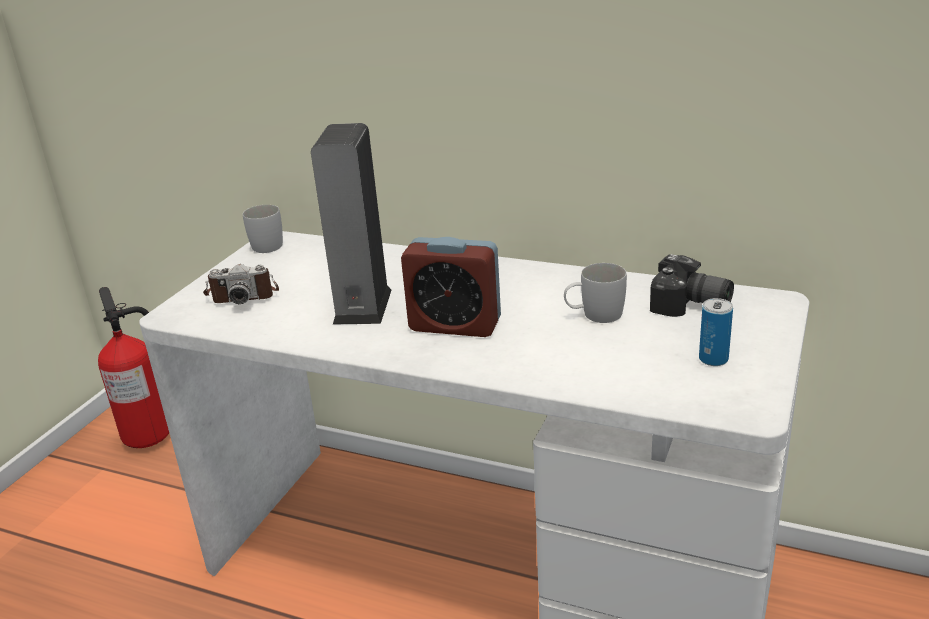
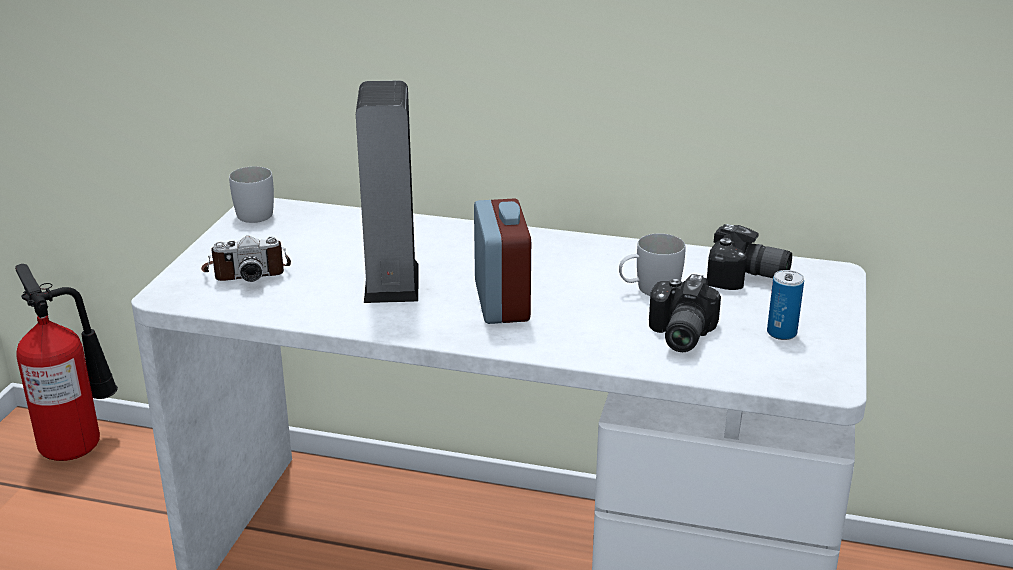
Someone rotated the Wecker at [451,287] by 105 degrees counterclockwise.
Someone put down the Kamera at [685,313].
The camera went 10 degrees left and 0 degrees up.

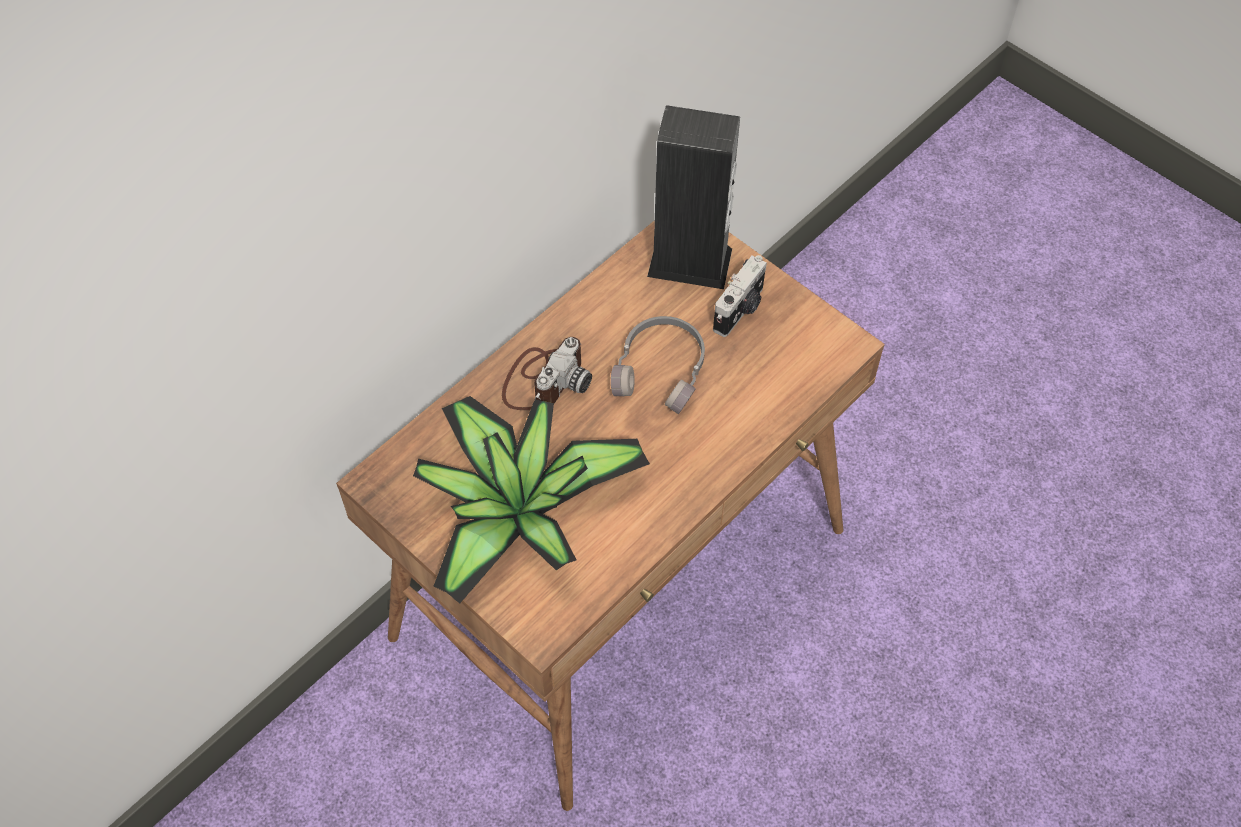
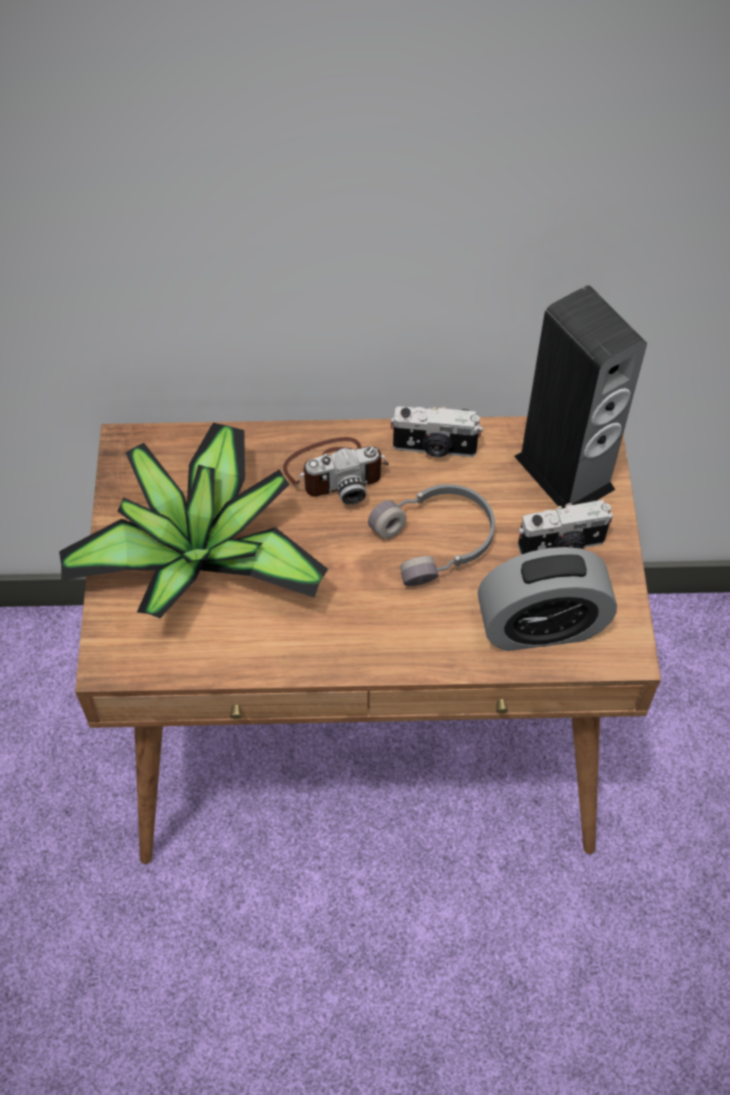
Someone put down the Kamera at [436,431].
Someone put down the Wecker at [547,599].
The camera went 45 degrees right and 0 degrees up.

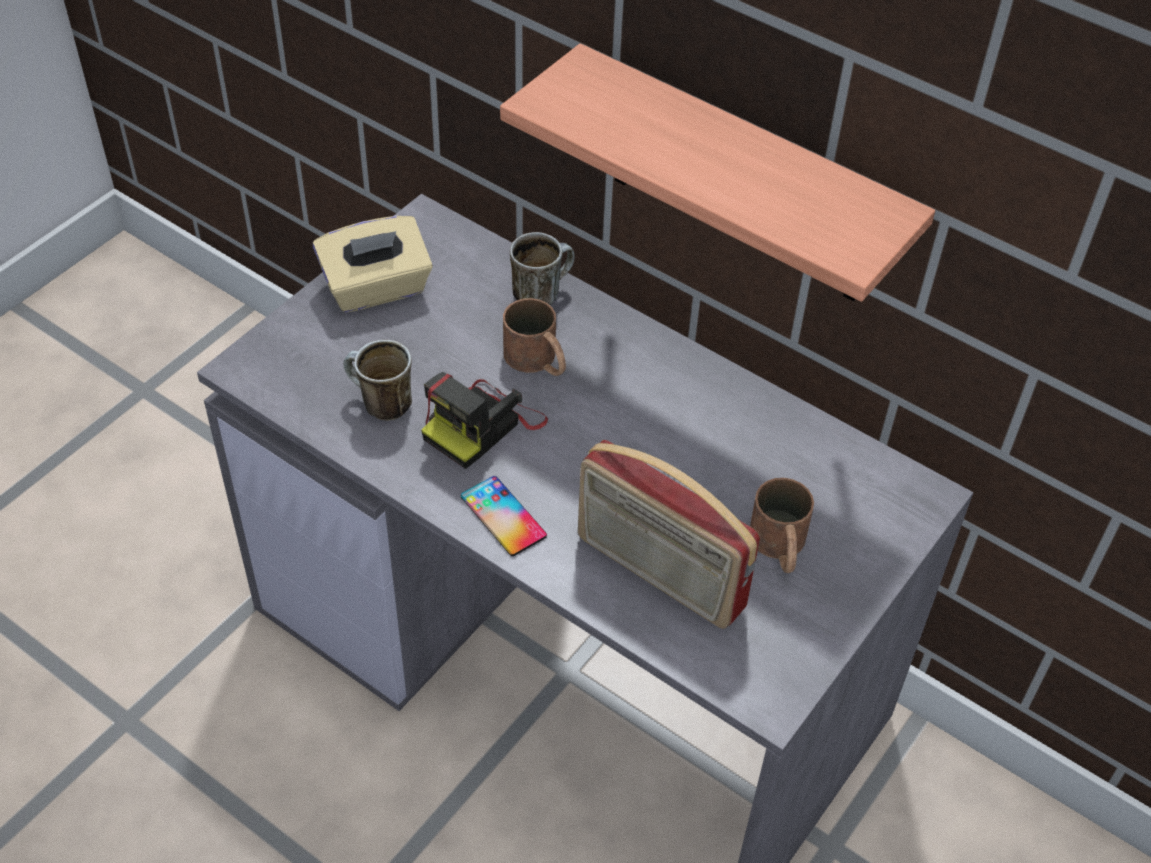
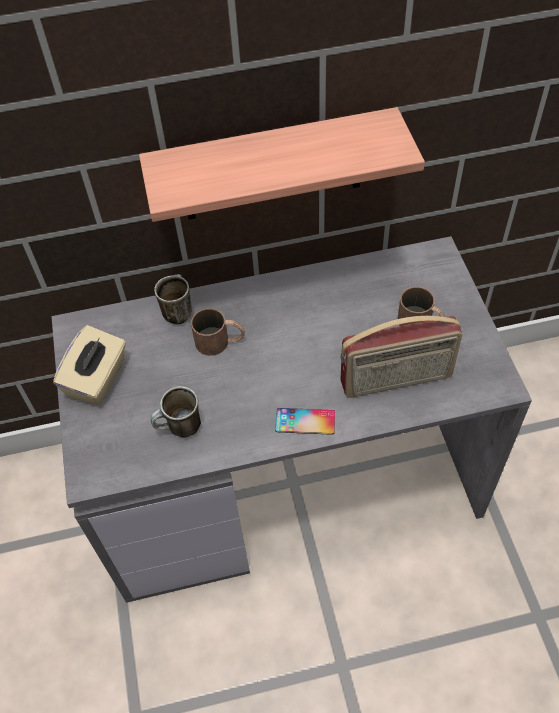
Someone took away the Kamera at [484,420].
The camera went 45 degrees left and 5 degrees up.

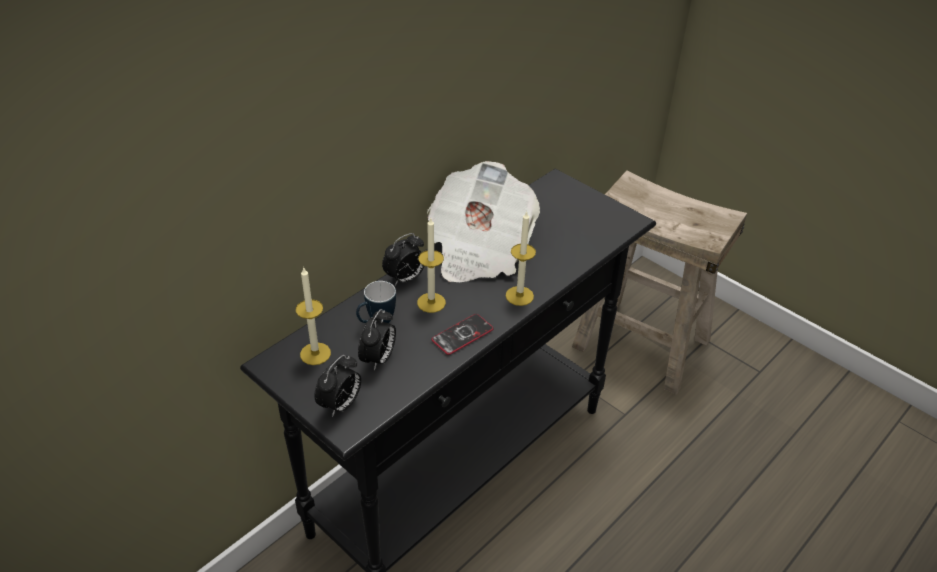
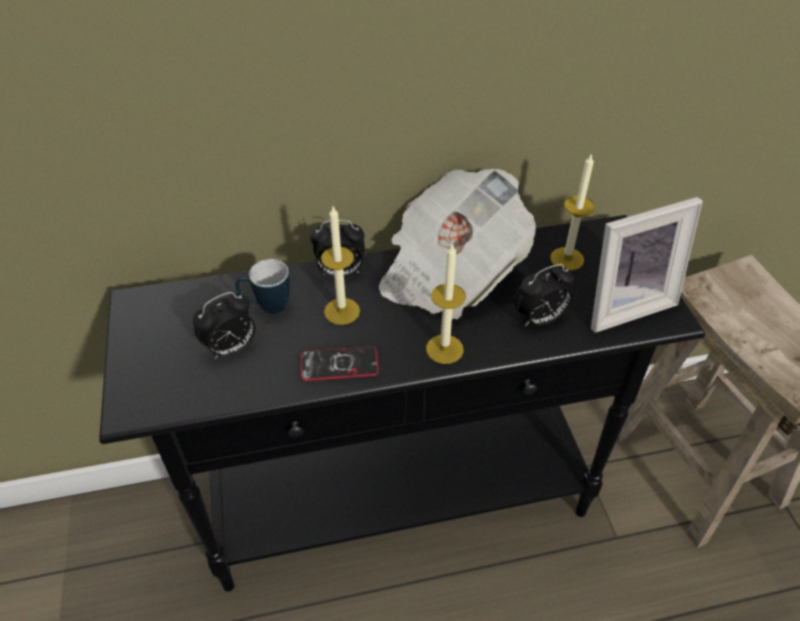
Someone carried the Kerze from [313,316] to [572,212].
Someone carried the Wecker from [337,386] to [543,295].
Someone put down the Bilderrahmen at [647,265].
The camera went 35 degrees right and 5 degrees up.

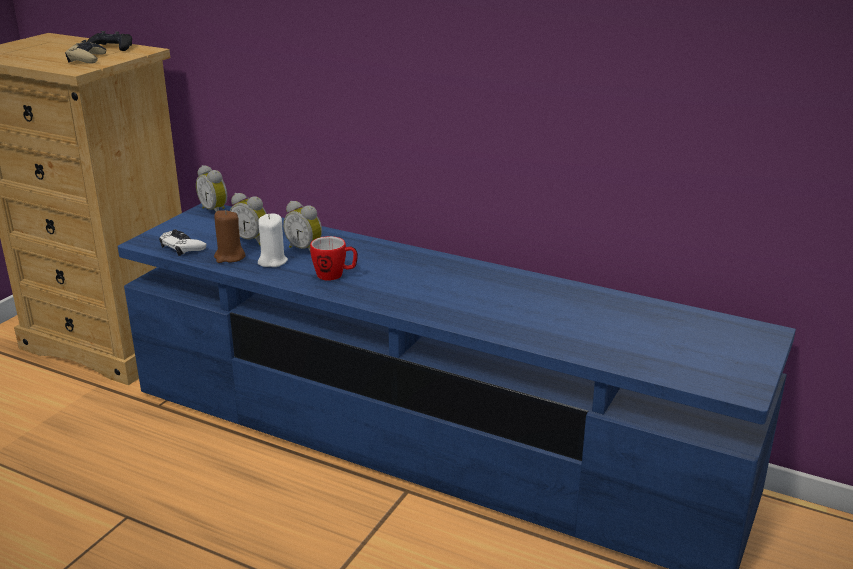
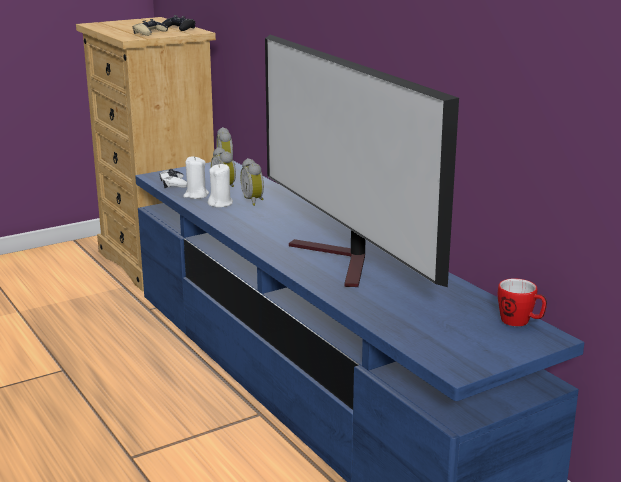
Someone repainted the Kerze/braun at [229,236], which became the Kerze/weiß at [196,177].
Someone carried the Henkelbecher from [334,258] to [522,302].
Someone put down the Fernseher at [362,161].
The camera went 30 degrees right and 5 degrees down.

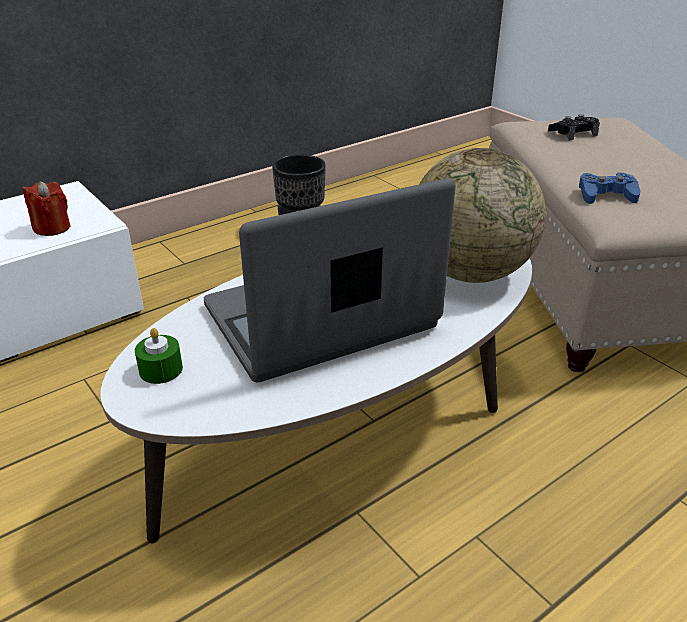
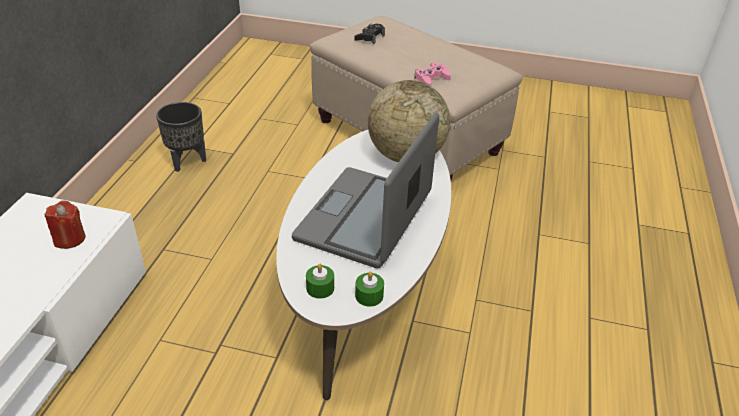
Someone repainted the Gamepad/blau at [609,188], which became the Gamepad/rosa at [432,74].
Someone put down the Kerze/grün at [369,289].
The camera went 40 degrees left and 5 degrees up.

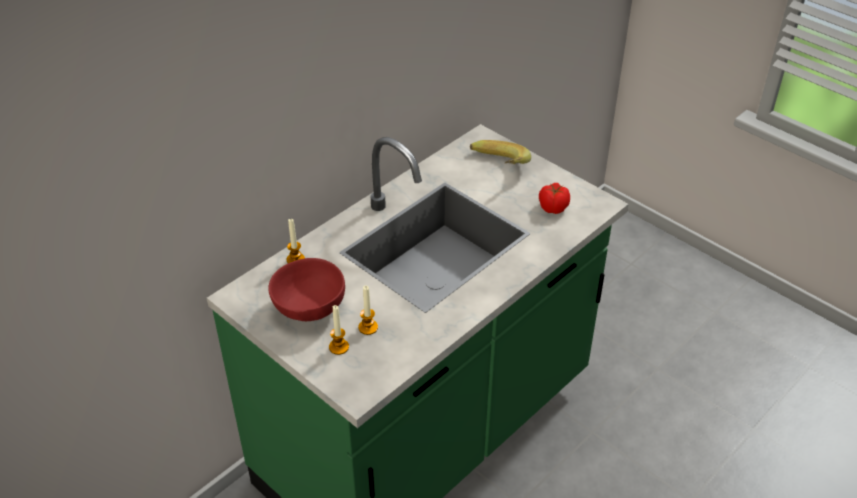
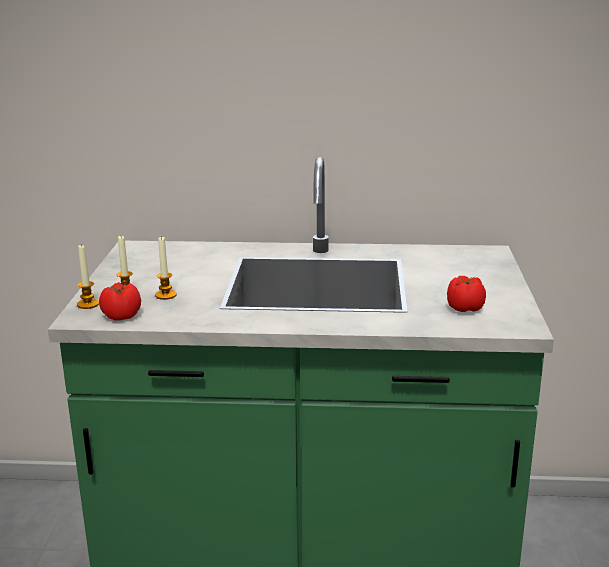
Someone took away the Schüssel/rot at [306,289].
Someone carried the Kerze from [296,241] to [88,277].
Someone took away the Banane at [500,152].
Someone put down the Tomate at [120,301].
The camera went 50 degrees right and 20 degrees down.

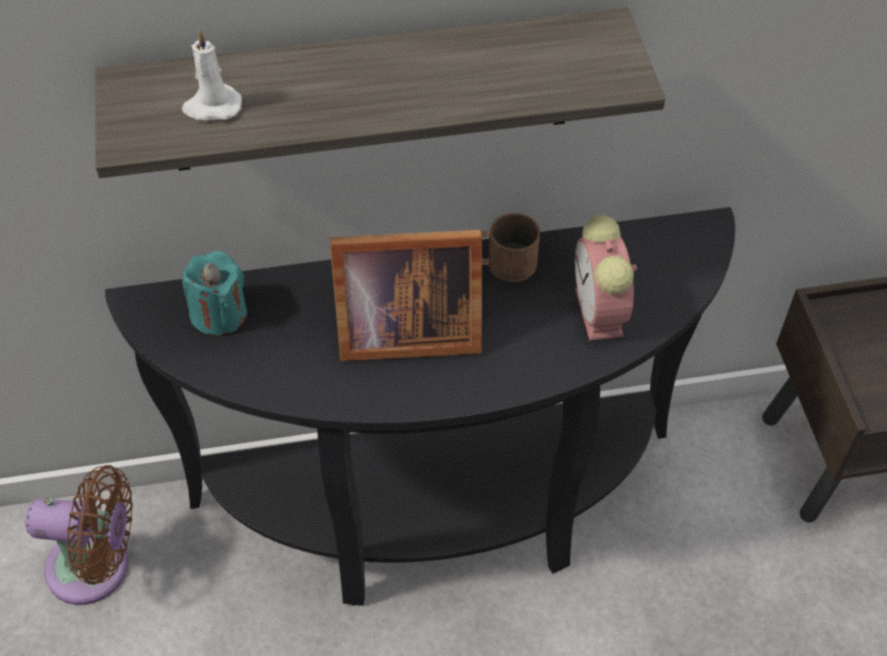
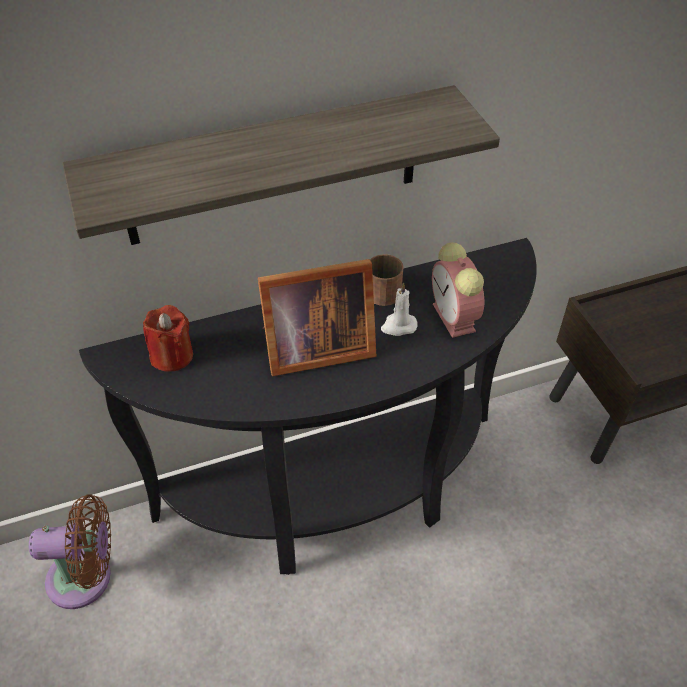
Someone carried the Kerze/weiß from [212,75] to [399,309].
Someone repainted the Kerze/türkis at [214,293], which became the Kerze/rot at [168,338].
The camera went 10 degrees left and 5 degrees down.

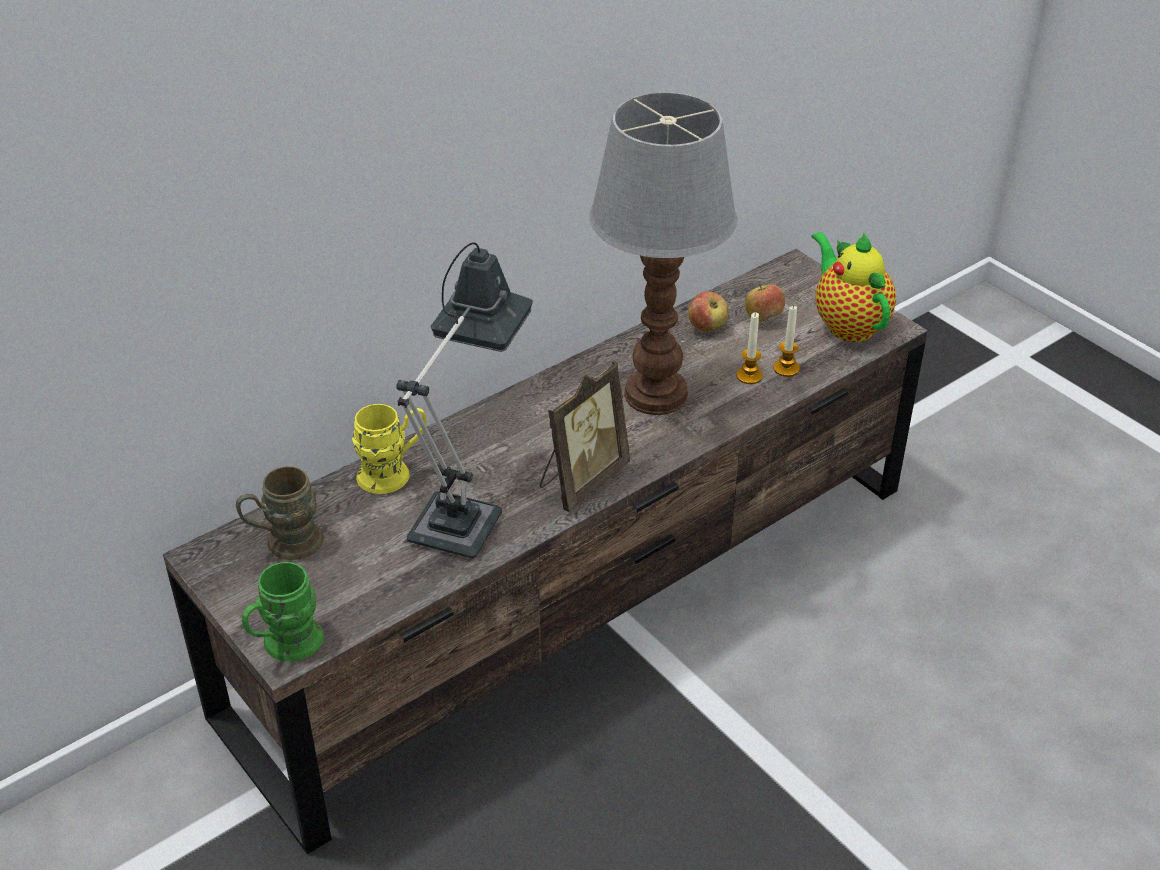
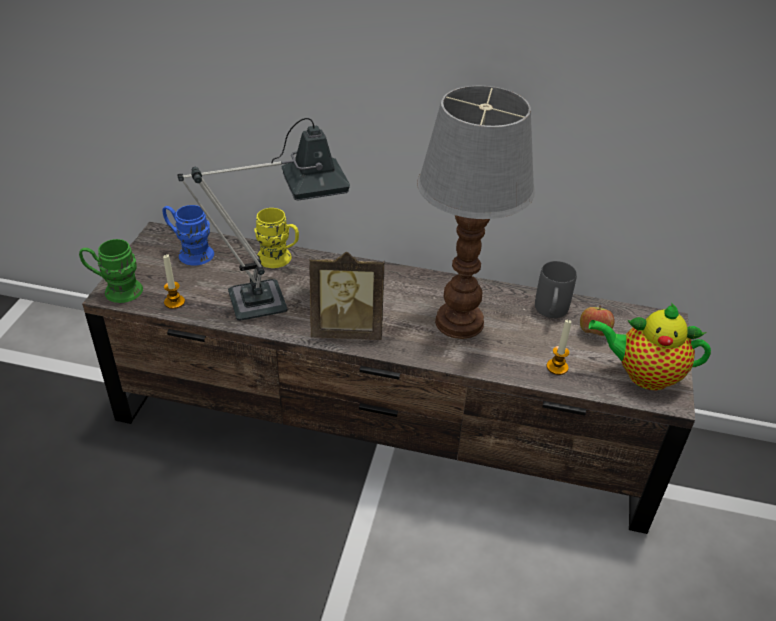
Someone repainted the Henkelbecher/braun at [280,513], which became the Henkelbecher/blau at [188,235].
Someone swapped the Apfel at [708,311] for the Henkelbecher/grau at [556,289].
Someone carried the Kerze from [749,348] to [174,281].
Someone rotated the Teekanne at [853,287] by 105 degrees counterclockwise.
The camera went 50 degrees right and 0 degrees up.

